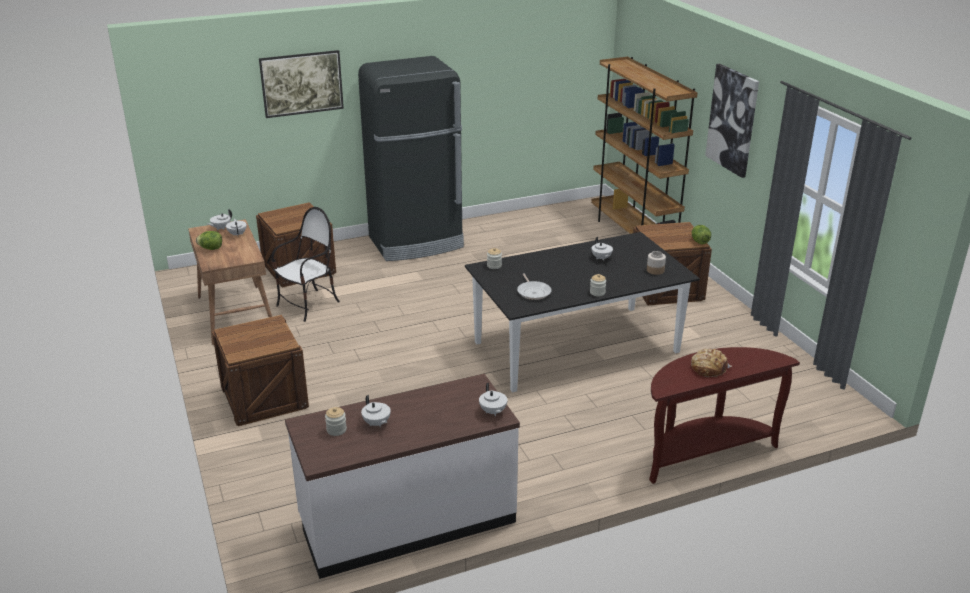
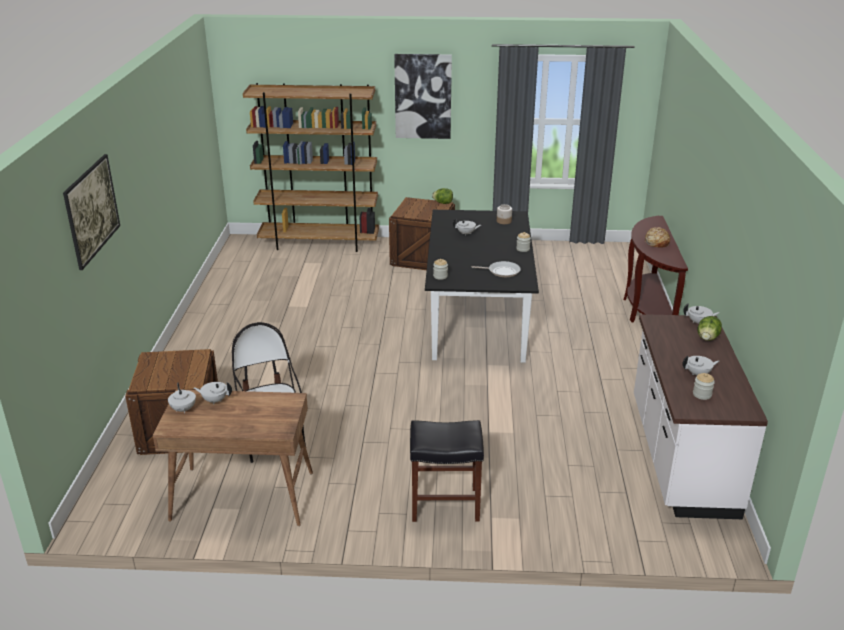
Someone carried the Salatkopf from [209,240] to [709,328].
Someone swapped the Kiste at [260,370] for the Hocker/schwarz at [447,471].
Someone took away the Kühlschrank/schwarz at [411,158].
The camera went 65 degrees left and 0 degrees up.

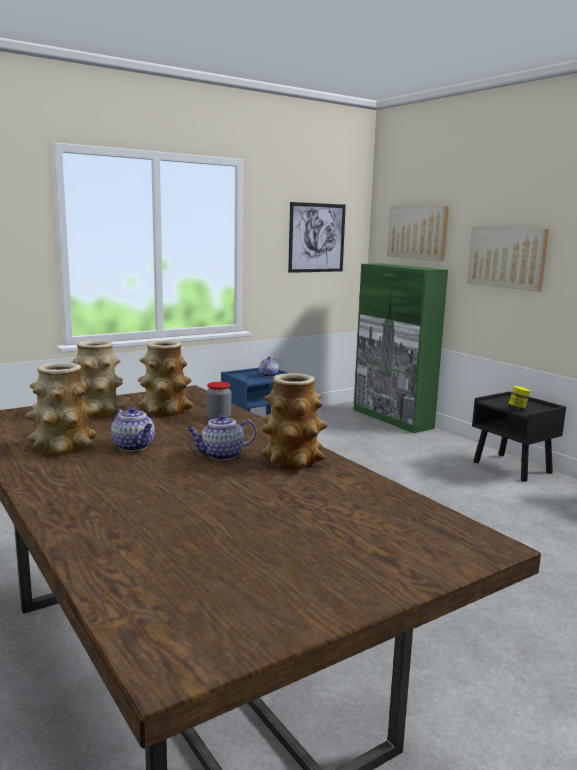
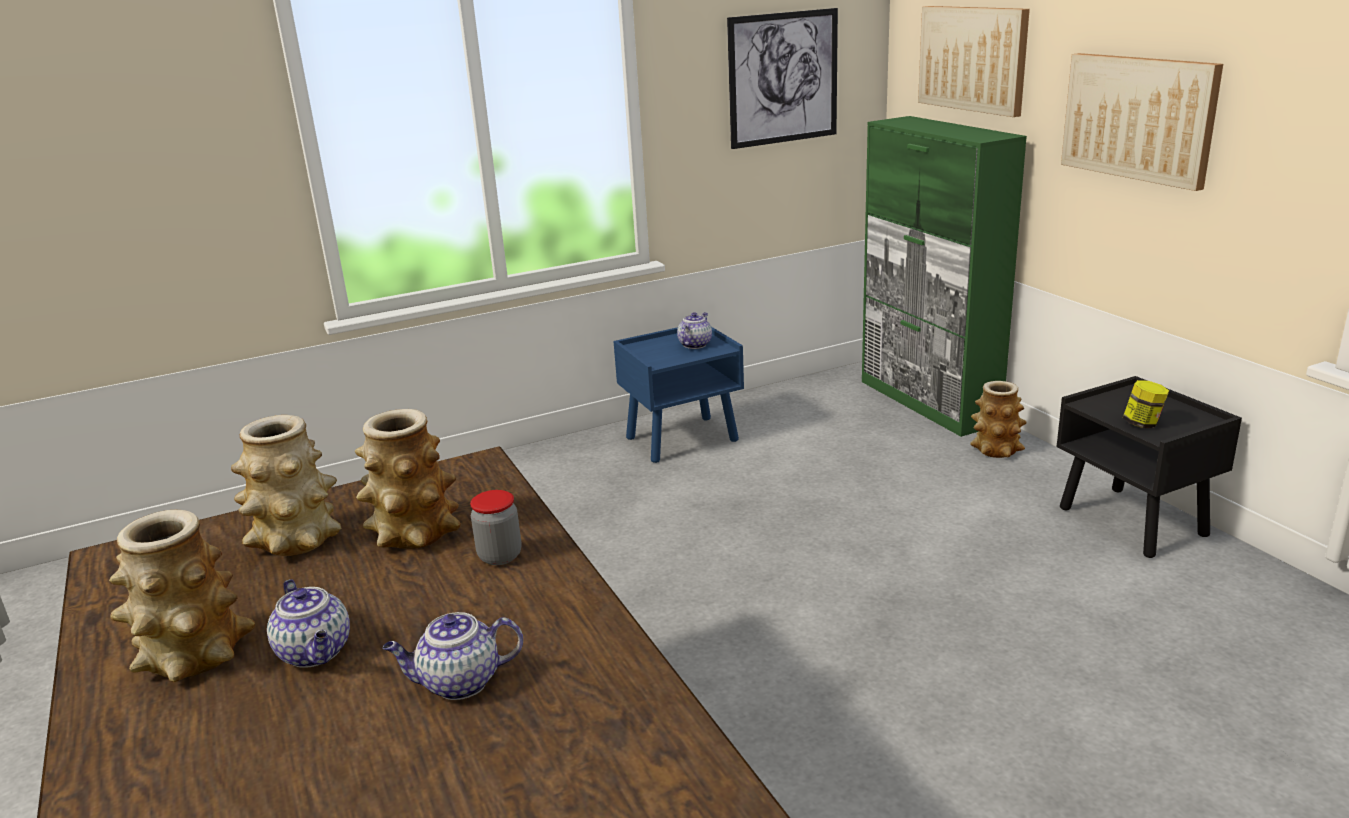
Someone carried the Vase from [294,421] to [998,419].
The camera went 10 degrees right and 10 degrees up.

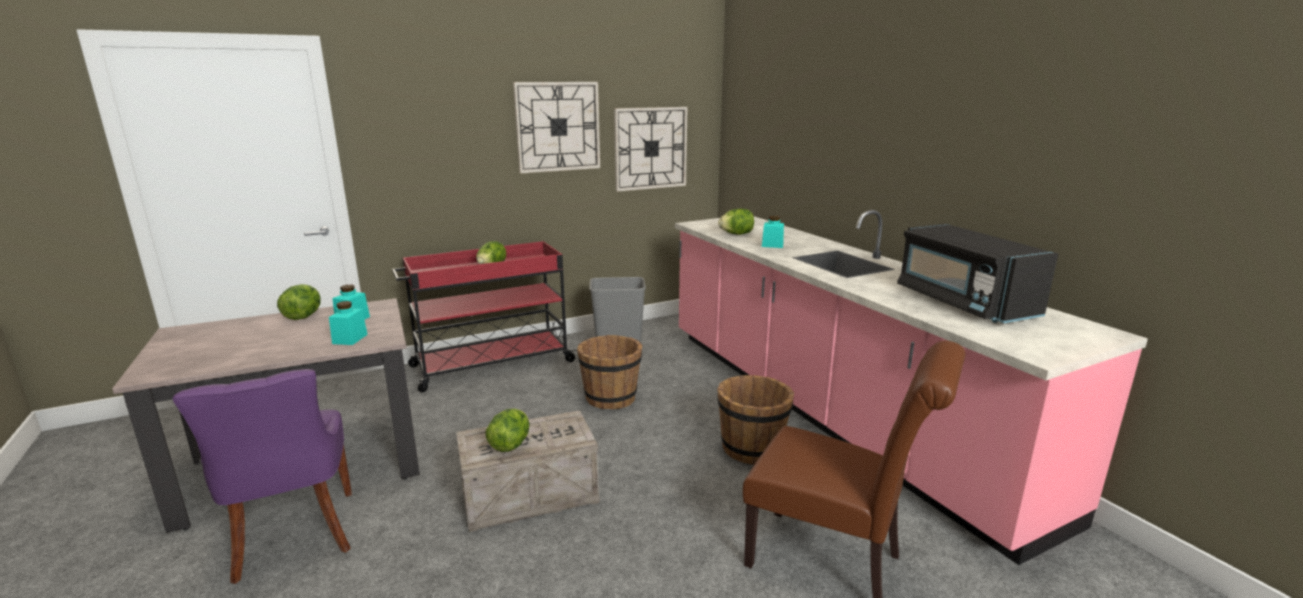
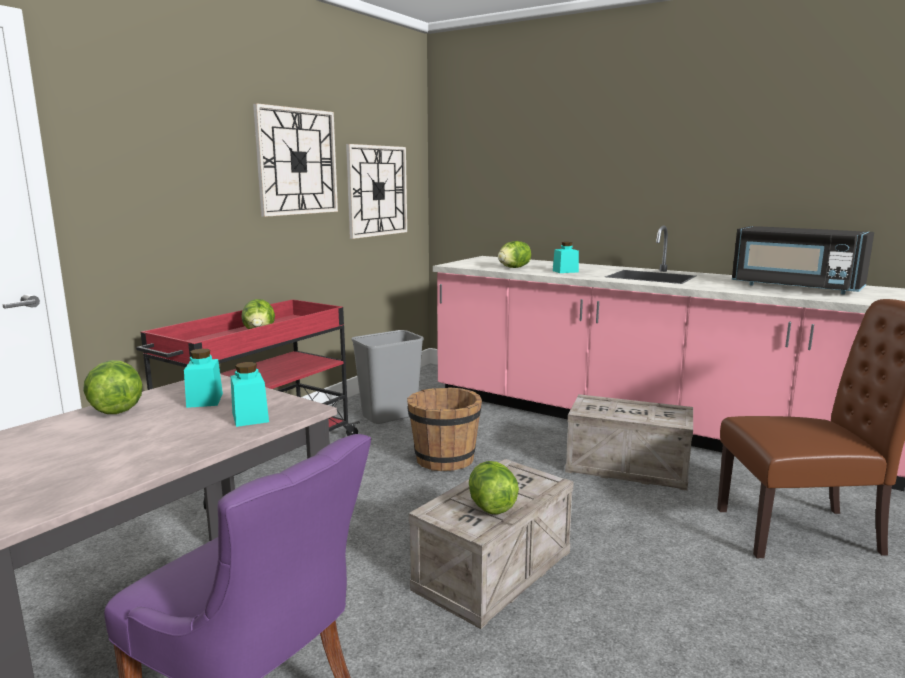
Someone swapped the Eimer/braun at [755,420] for the Kiste at [629,442].
The camera went 30 degrees left and 5 degrees down.

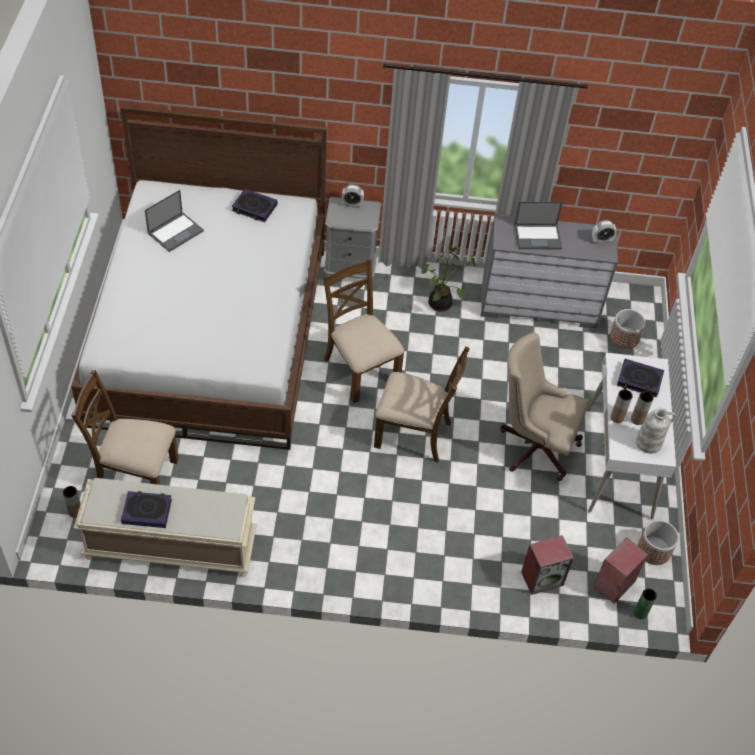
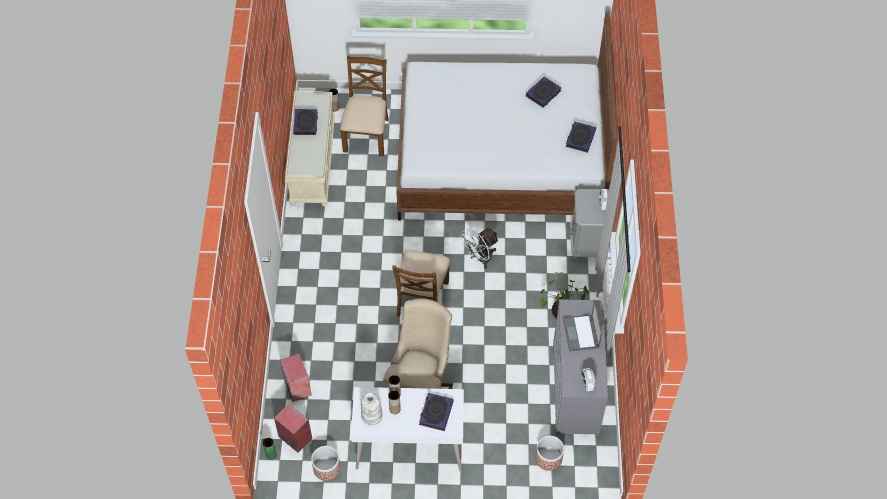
Someone swapped the Laptop at [174,221] for the Buch at [543,92].
Someone swapped the Stuhl/braun at [363,331] for the Ventilator/weiß at [480,248].
The camera went 90 degrees right and 5 degrees up.

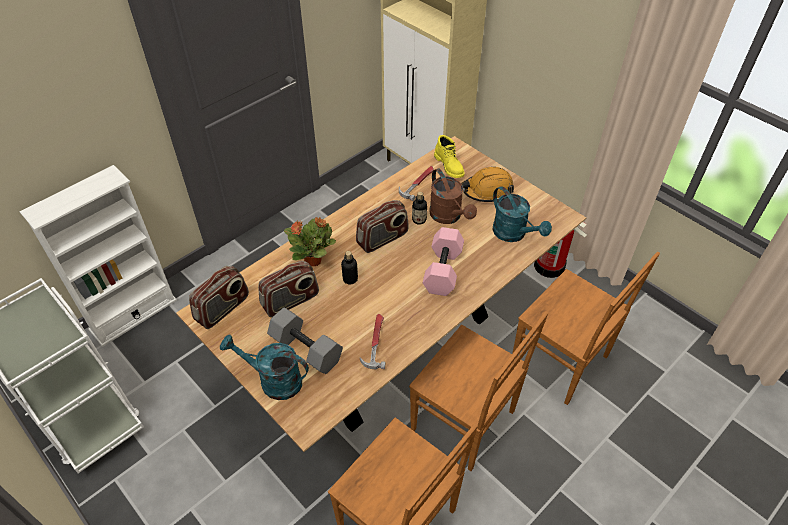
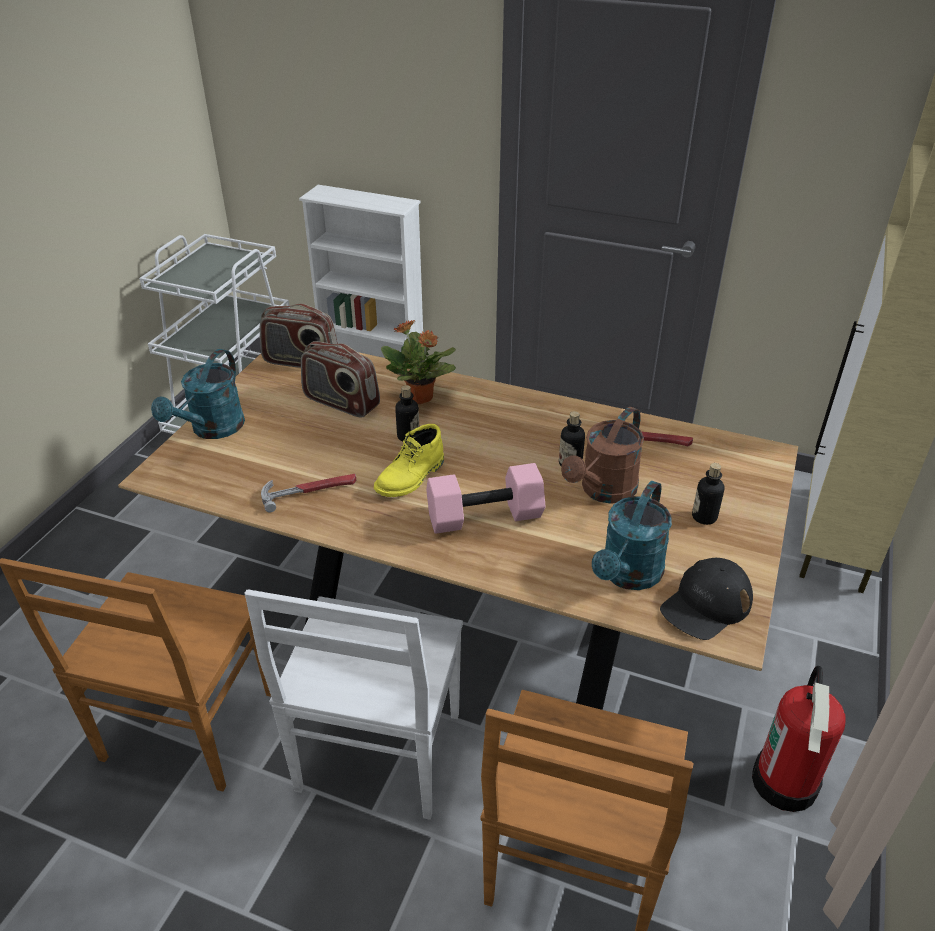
Someone rotated the Gießkanne/türkis at [264,367] by 150 degrees counterclockwise.
Someone took away the Hantel/grau at [305,340].
Someone took away the Radio at [382,226].
Someone repainted the Stuhl/braun at [478,391], which became the Stuhl/weiß at [353,704].
Someone carried the Stiefel/gelb from [449,156] to [409,460].
Someone swapped the Schutzhelm/orange at [488,184] for the Flasche at [708,494].
Someone put down the Kappe/schwarz at [706,598].
The camera went 65 degrees right and 10 degrees down.

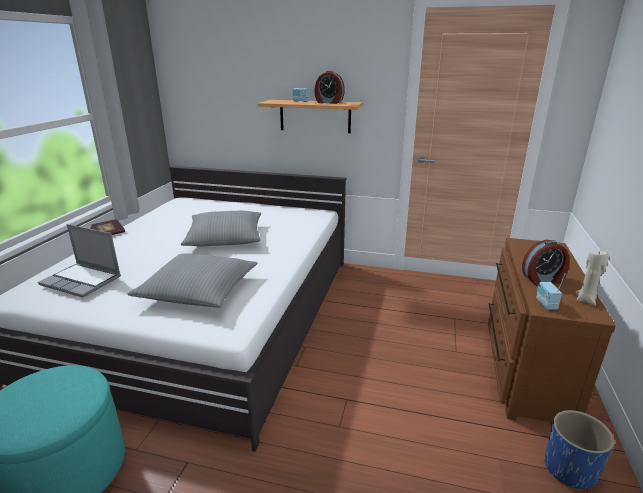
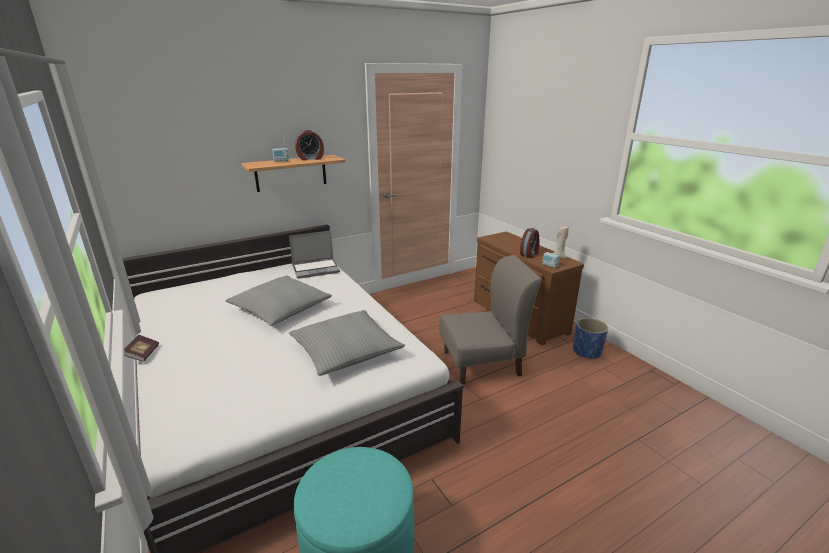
Someone carried the Laptop from [79,261] to [314,255].
Someone put down the Stuhl/grau at [490,319].
The camera went 45 degrees left and 0 degrees up.

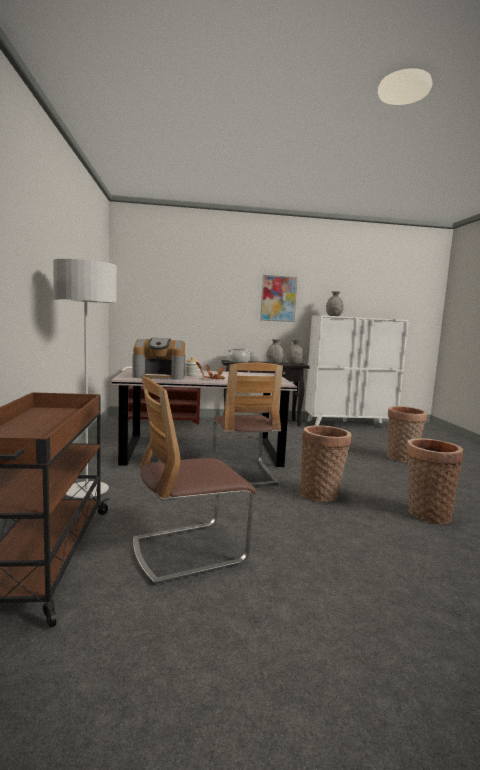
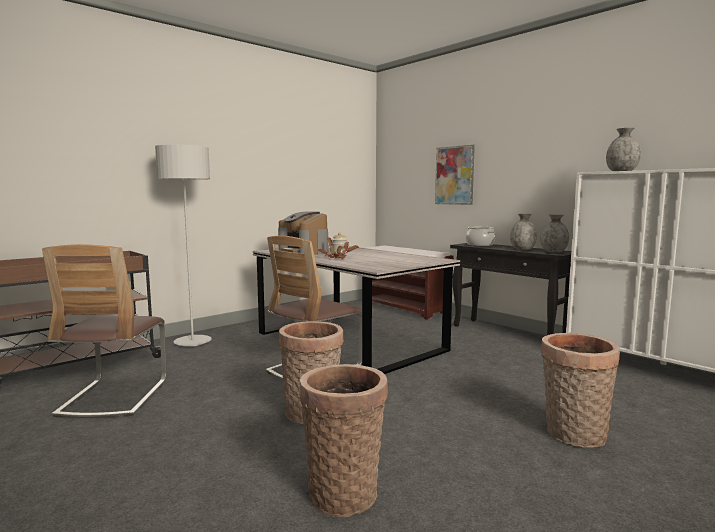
Someone rotated the Stuhl at [194,481] by 120 degrees counterclockwise.
Someone carried the Bild from [279,298] to [455,175].
The camera went 55 degrees right and 0 degrees up.

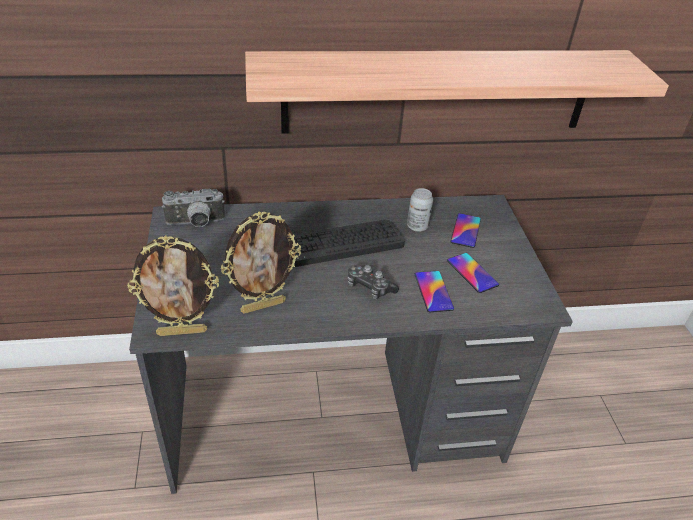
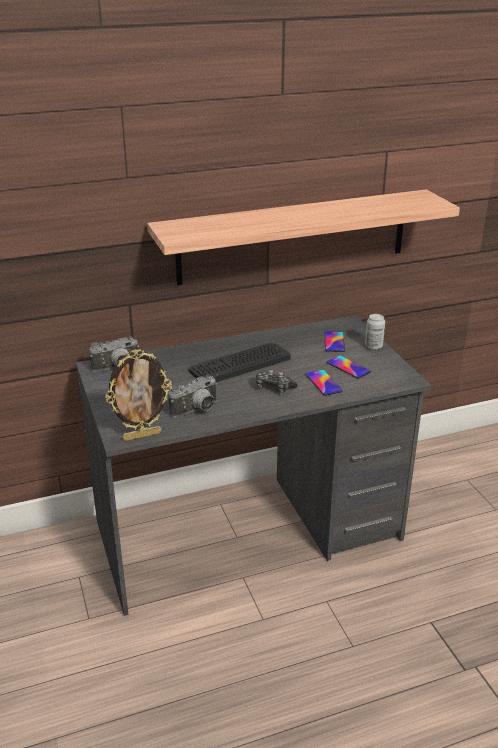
Someone swapped the Bilderrahmen at [261,262] for the Kamera at [192,396].
Someone carried the Dose from [420,210] to [375,332].
The camera went 10 degrees left and 10 degrees down.

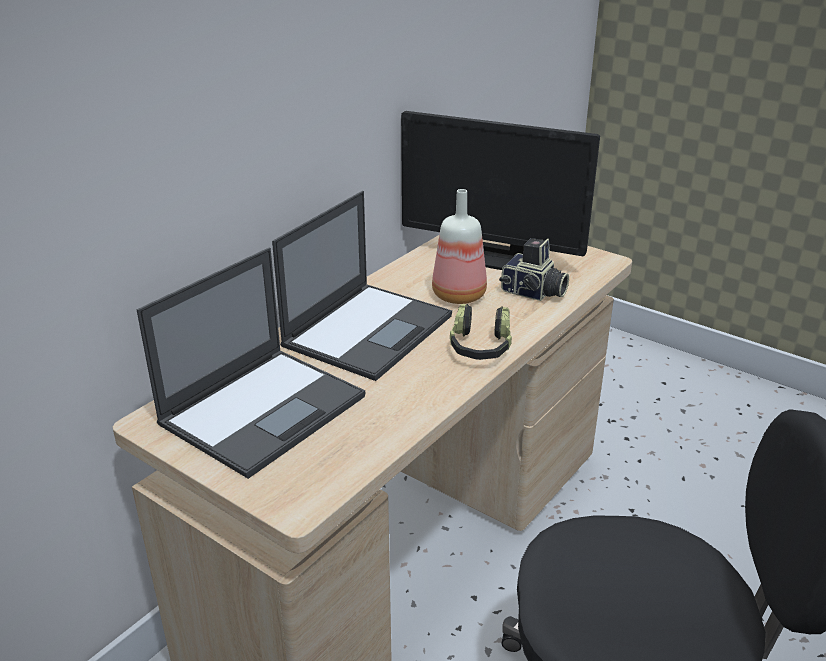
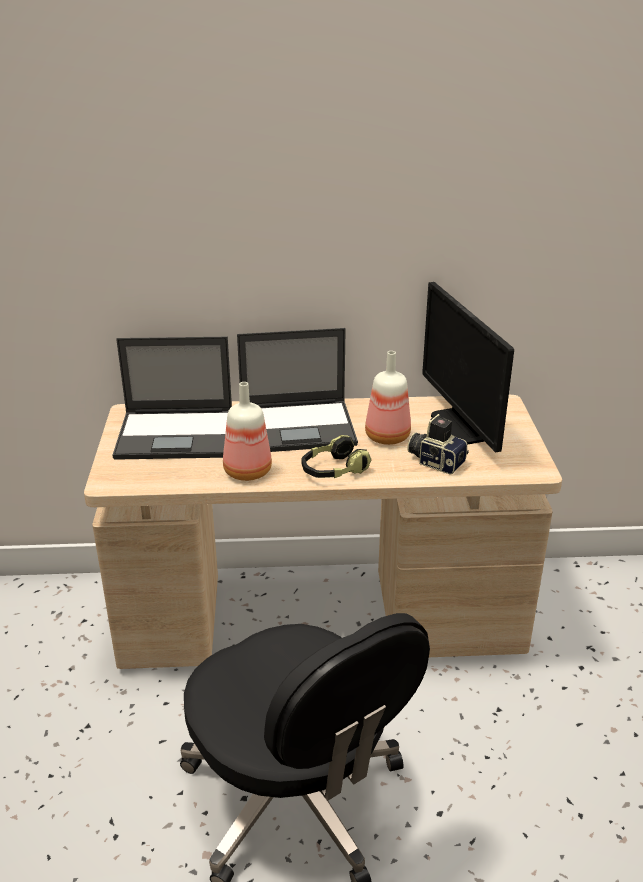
Someone rotated the Kamera at [534,269] by 135 degrees clockwise.
Someone put down the Flasche at [247,431].
The camera went 50 degrees right and 0 degrees up.

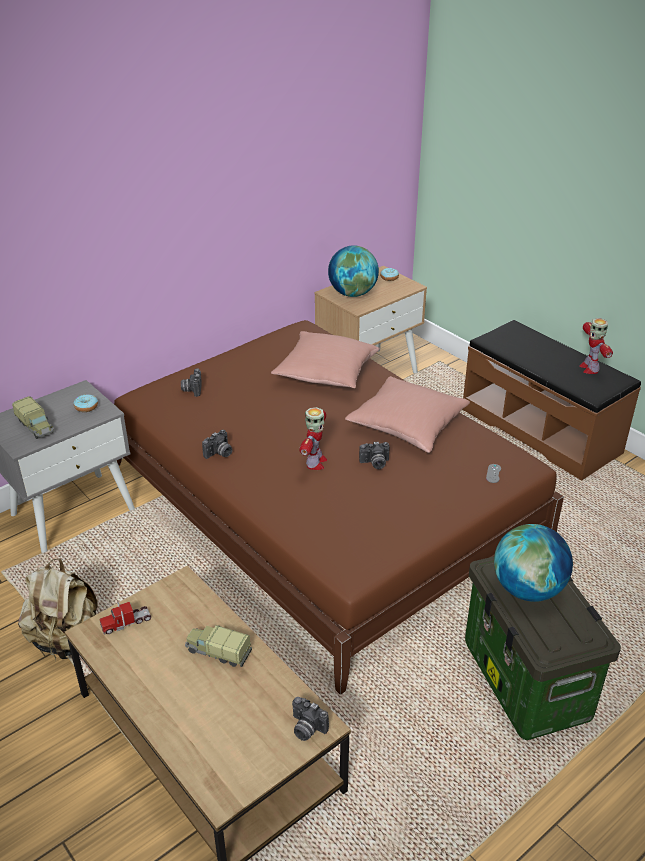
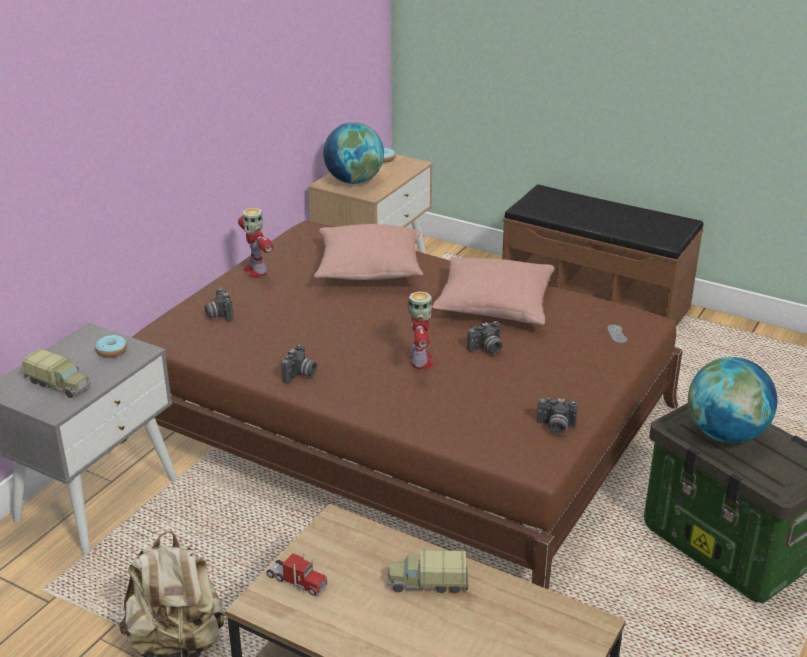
Someone rotated the Spielzeuglaster at [125,618] by 105 degrees counterclockwise.
Someone carried the Kamera from [310,719] to [557,416].
Someone carried the Spielzeugroboter from [596,346] to [256,242].
The camera went 20 degrees left and 5 degrees down.

